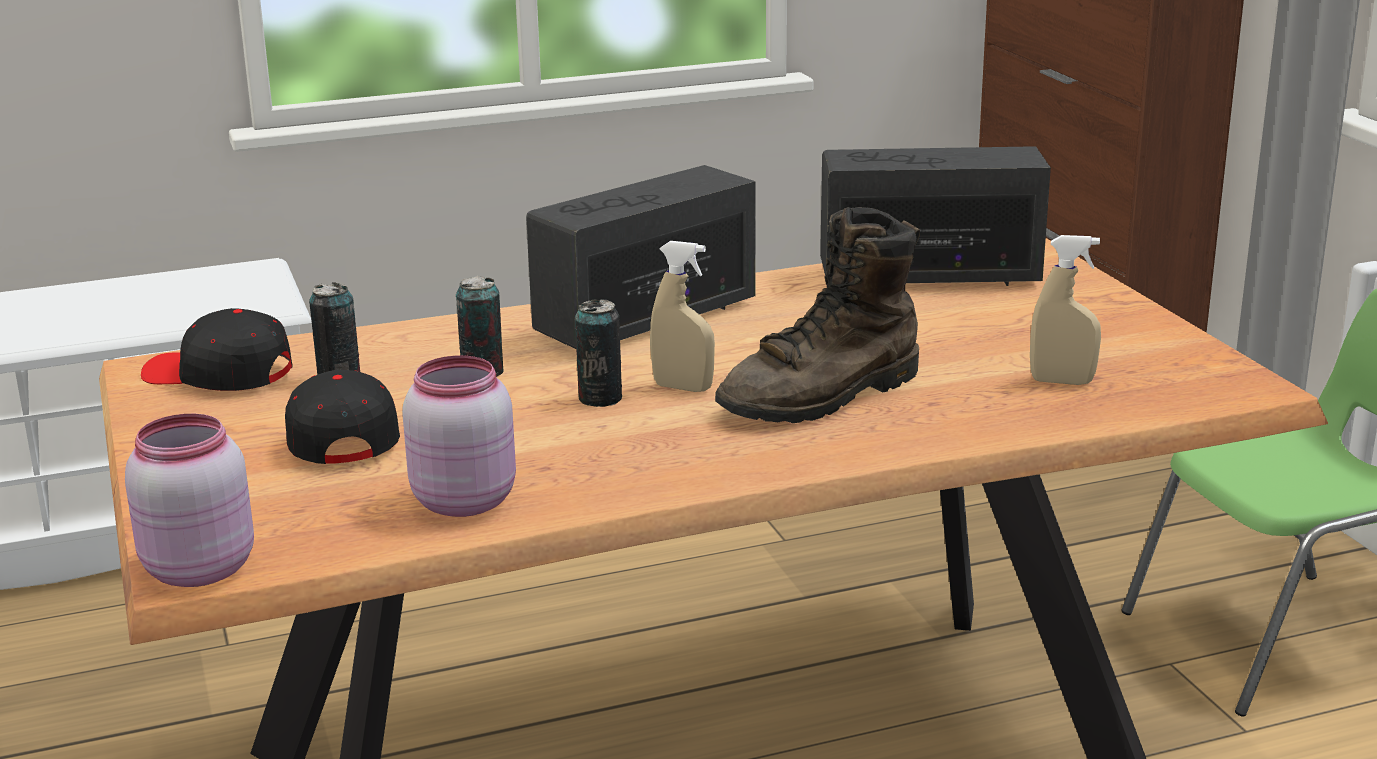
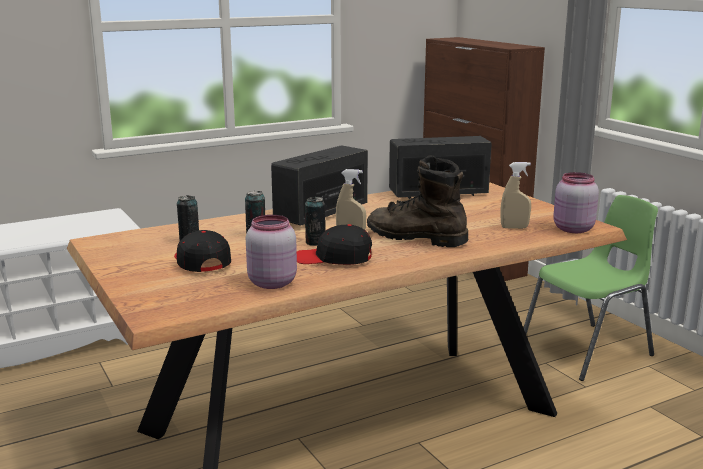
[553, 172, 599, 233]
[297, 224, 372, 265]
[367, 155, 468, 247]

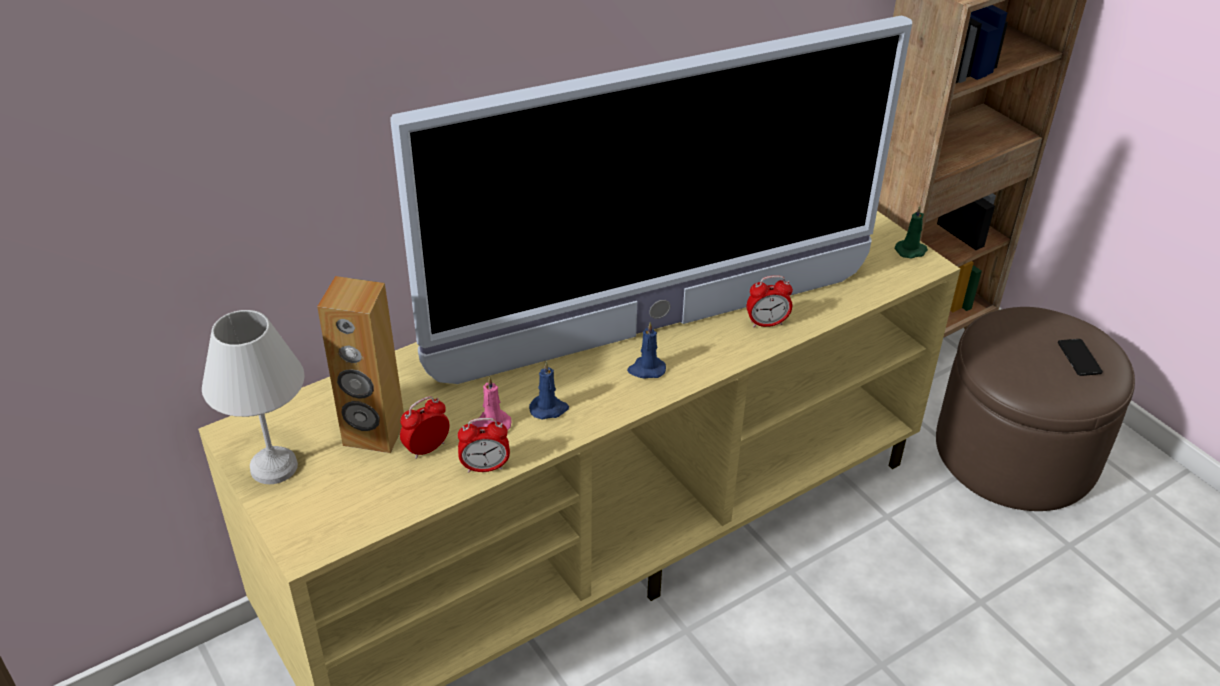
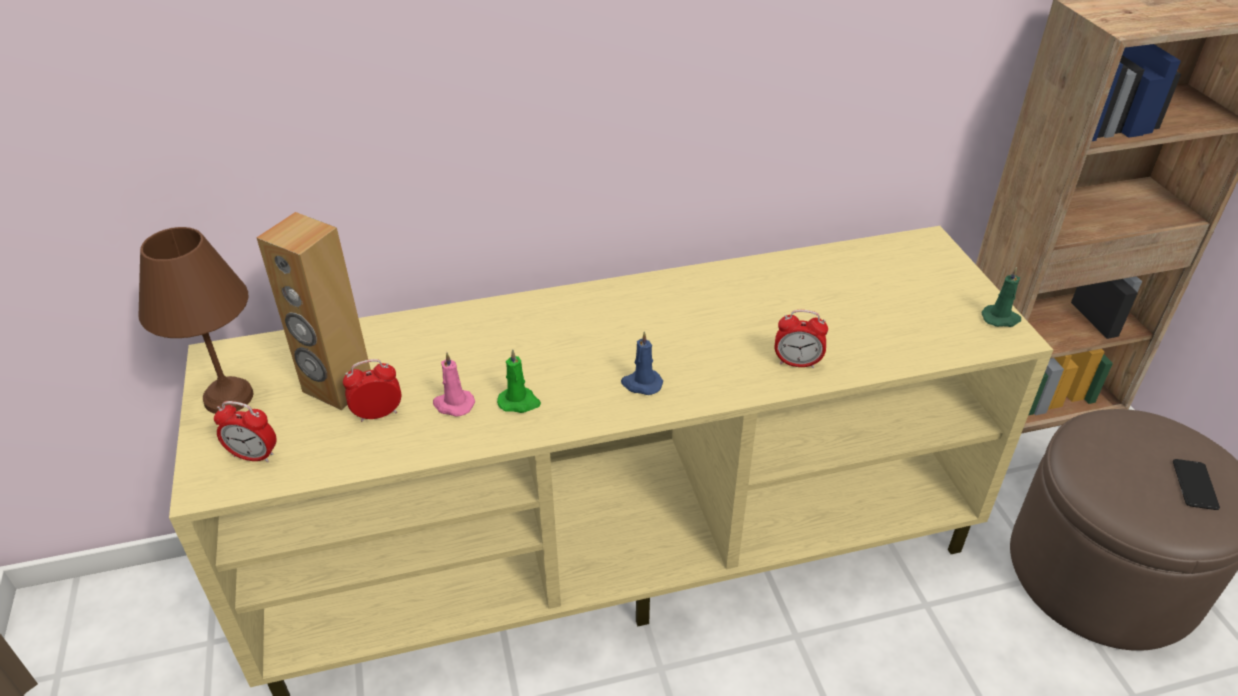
[390, 16, 912, 384] (first image)
[214, 401, 277, 463]
[139, 227, 253, 414]
[497, 349, 541, 413]

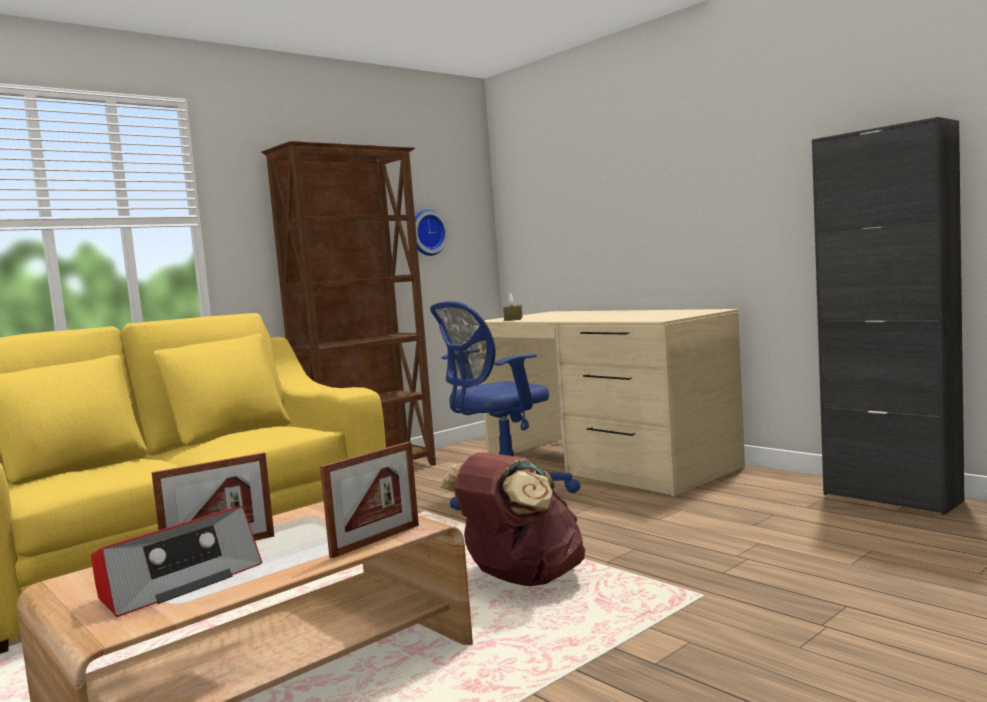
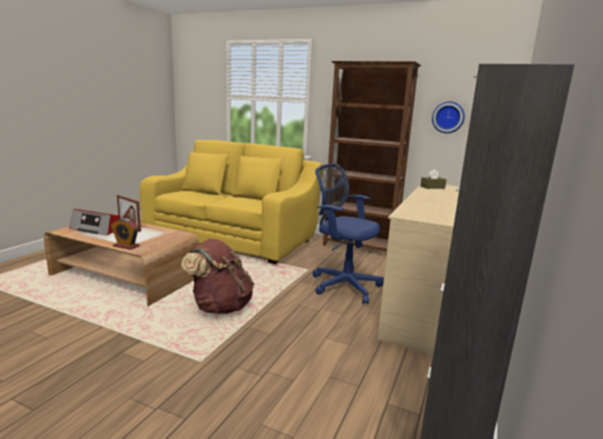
[111, 218, 139, 250]

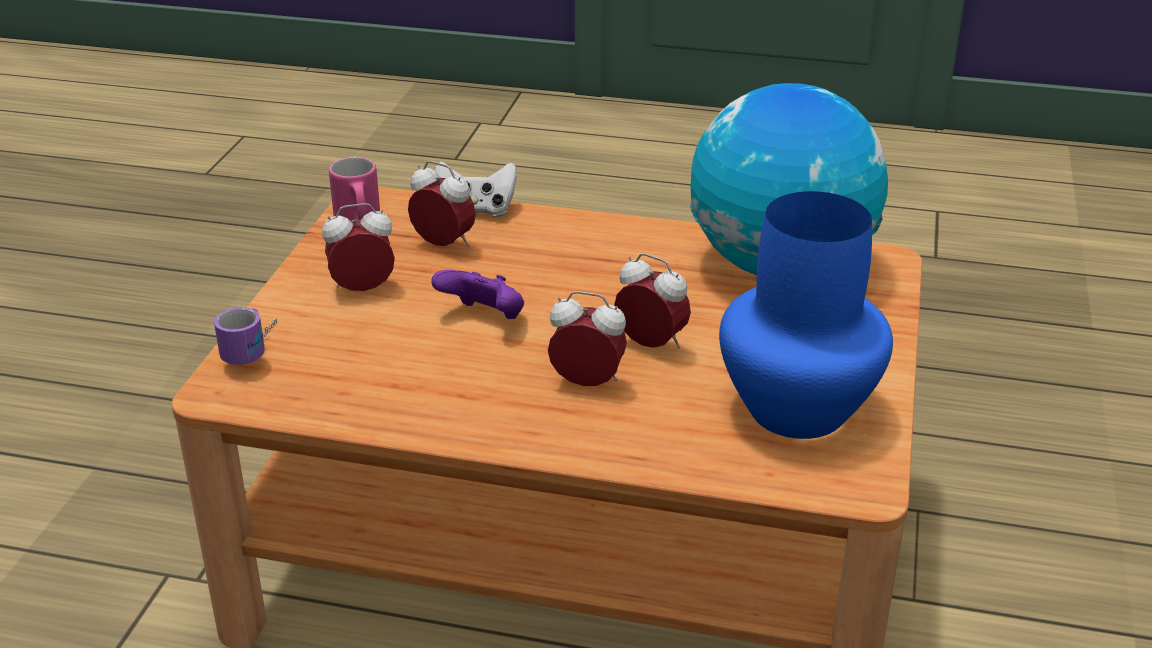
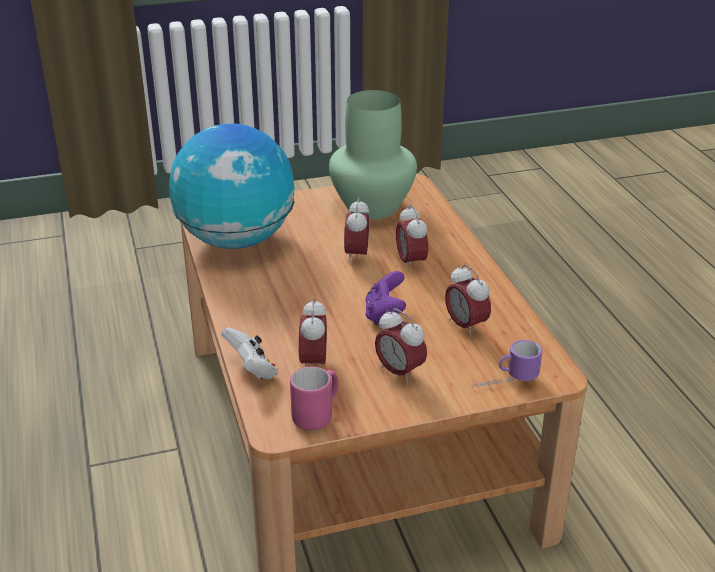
[445, 264, 491, 338]
[329, 90, 417, 219]

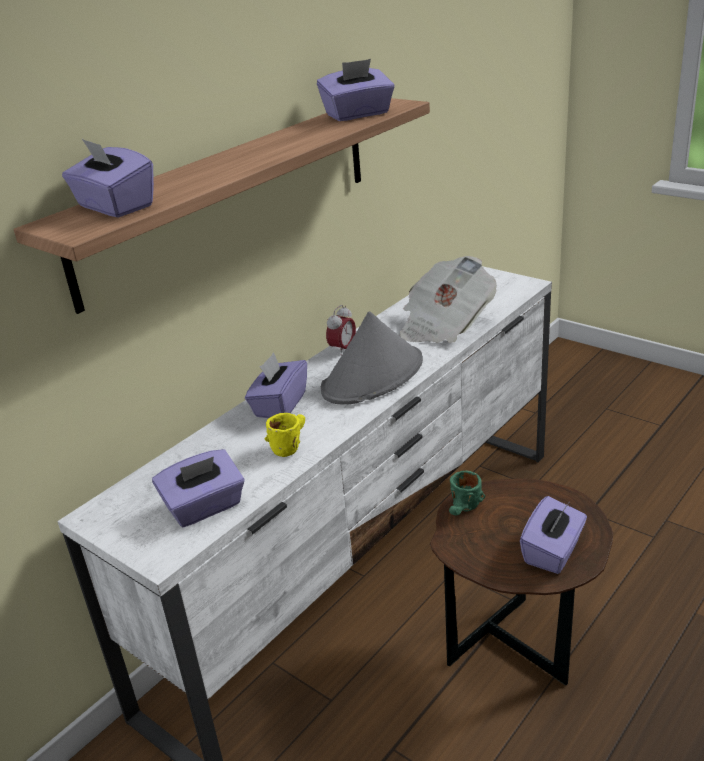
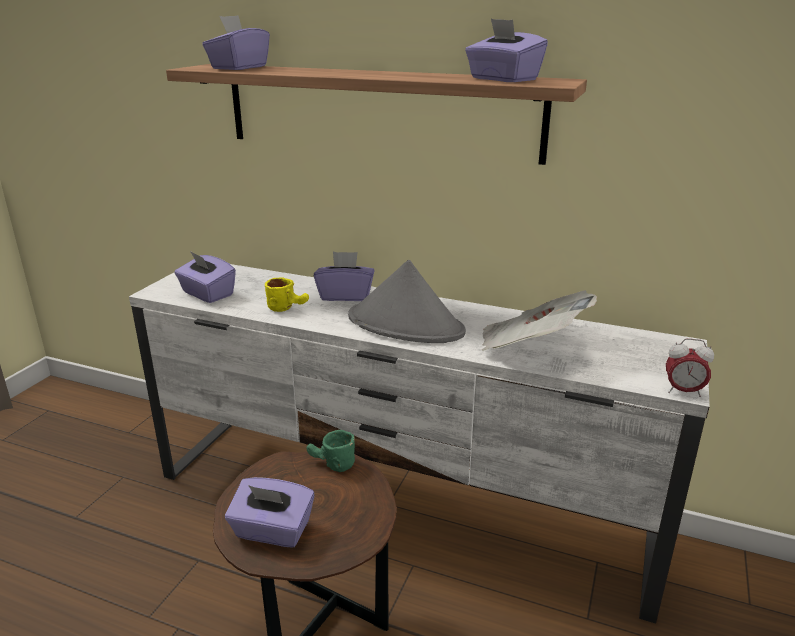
[666, 338, 714, 397]

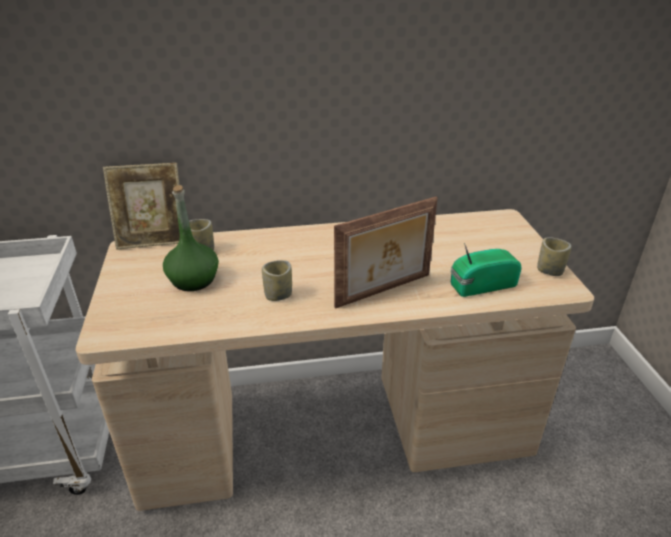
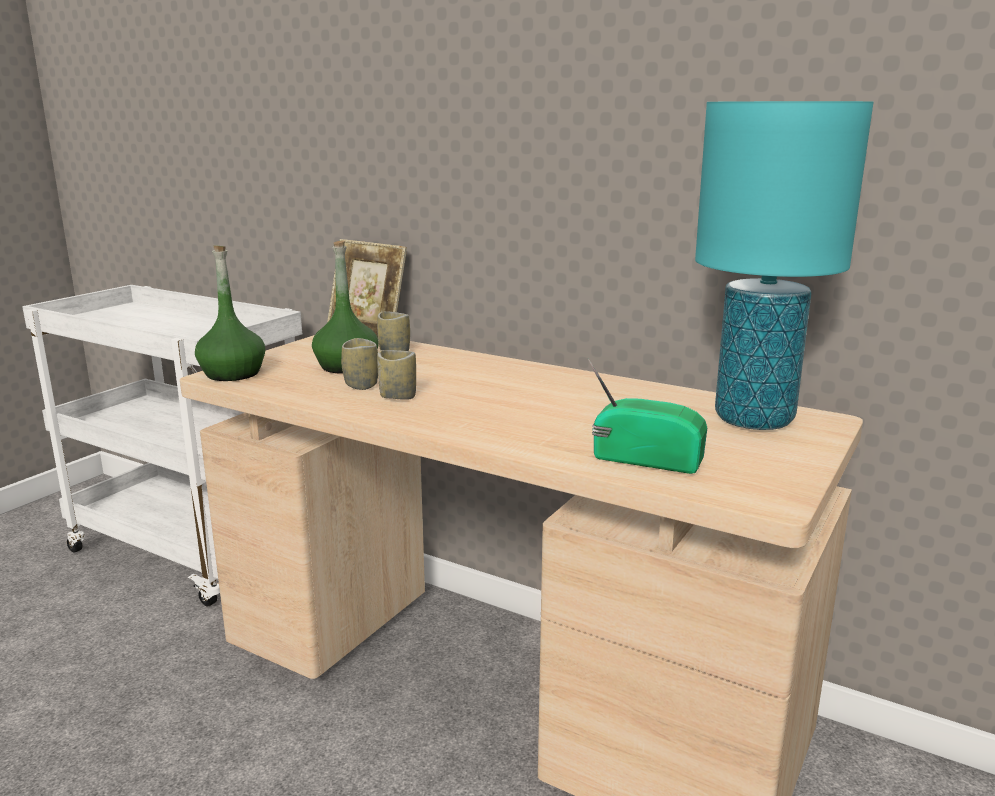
[334, 197, 438, 309] (first image)
[195, 245, 265, 381]
[695, 101, 874, 430]
[341, 338, 378, 390]

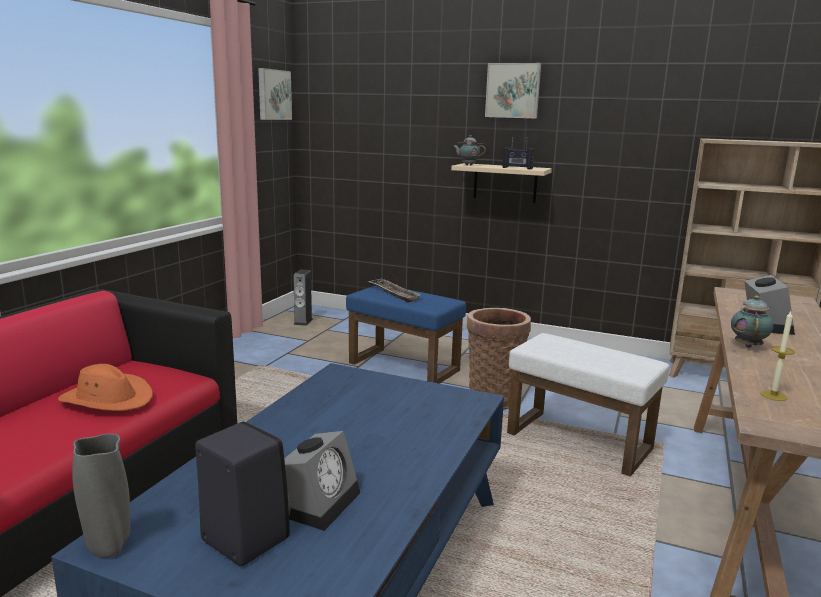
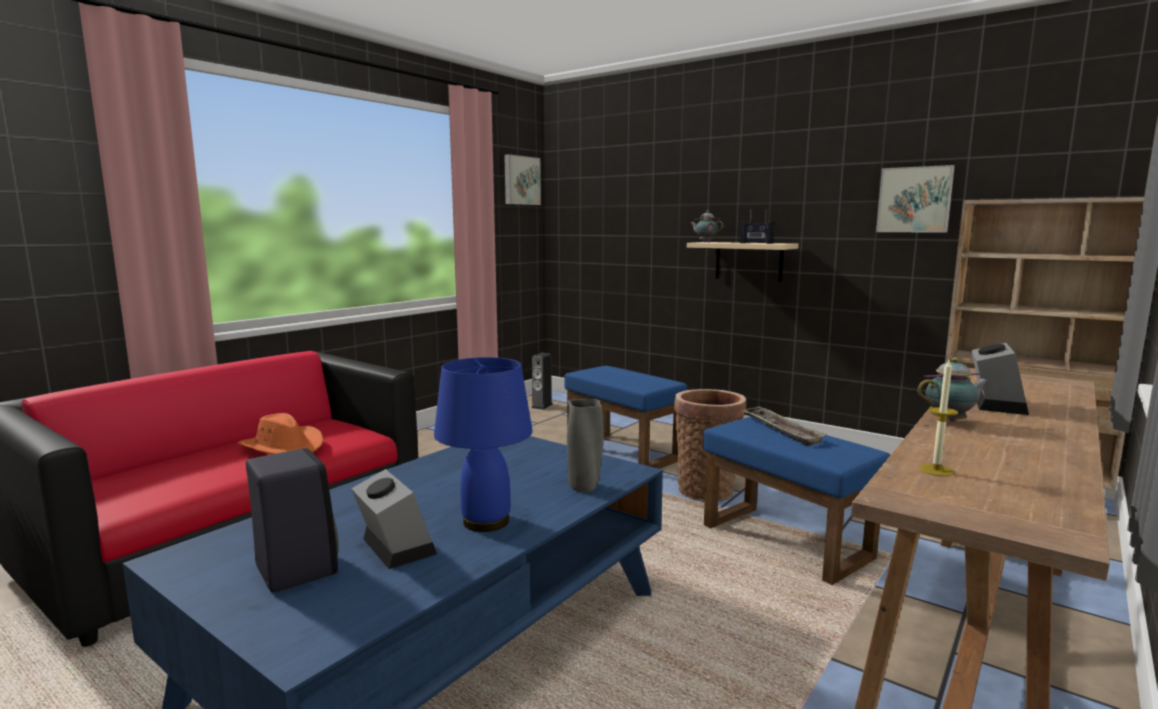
[434, 357, 532, 532]
[567, 399, 604, 493]
[741, 406, 827, 446]
[876, 165, 955, 233]
[703, 417, 890, 585]
[351, 469, 437, 569]
[917, 357, 989, 422]

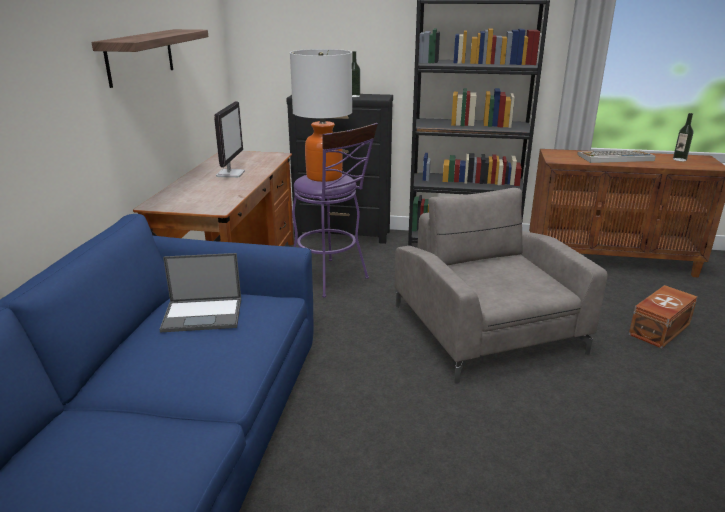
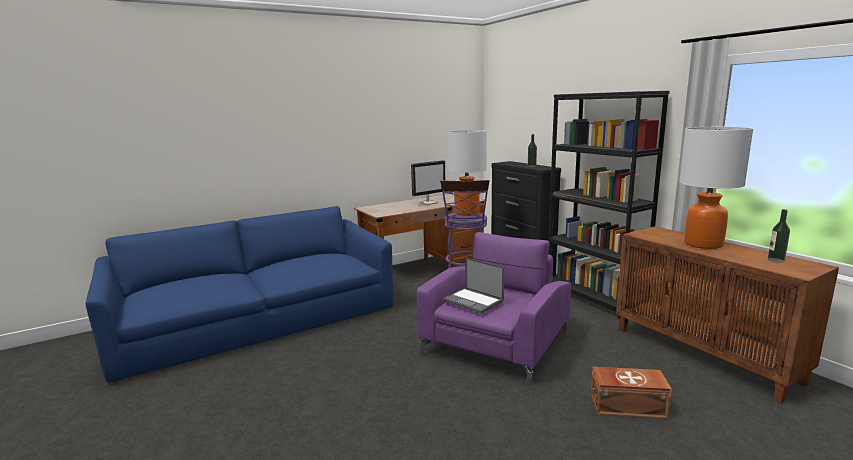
[92, 29, 208, 88] (first image)
[443, 258, 504, 314]
[679, 127, 753, 249]
[417, 232, 571, 387]

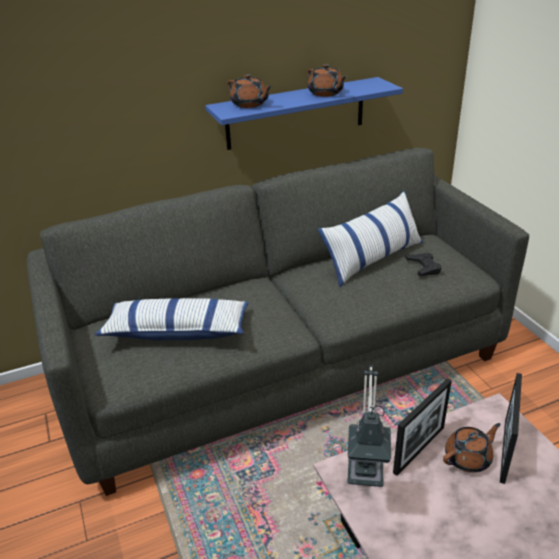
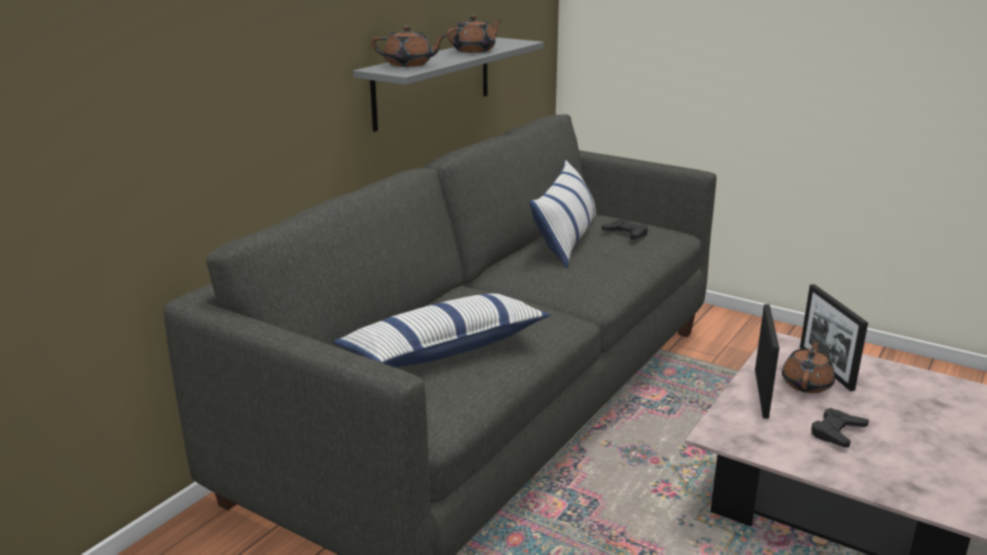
[347, 365, 391, 487] (first image)
[811, 408, 869, 448]
[353, 37, 544, 132]
[447, 15, 502, 53]

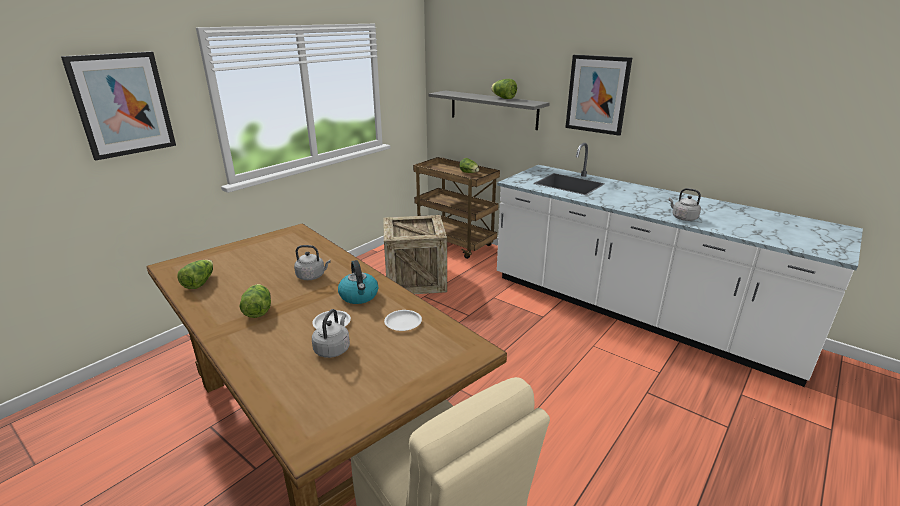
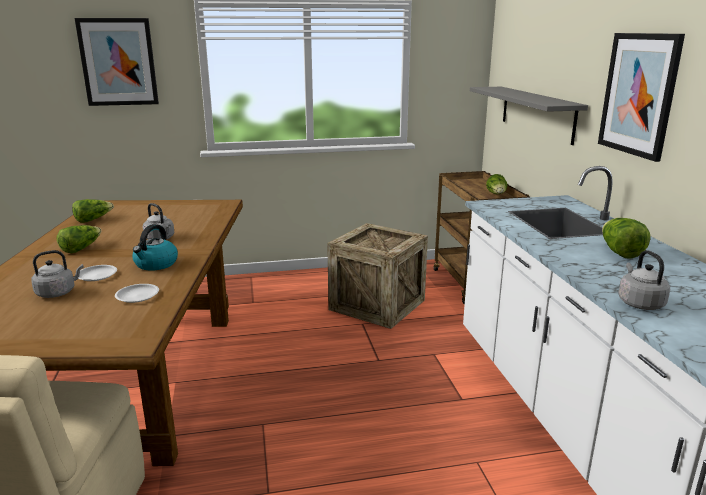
[602, 218, 650, 259]

